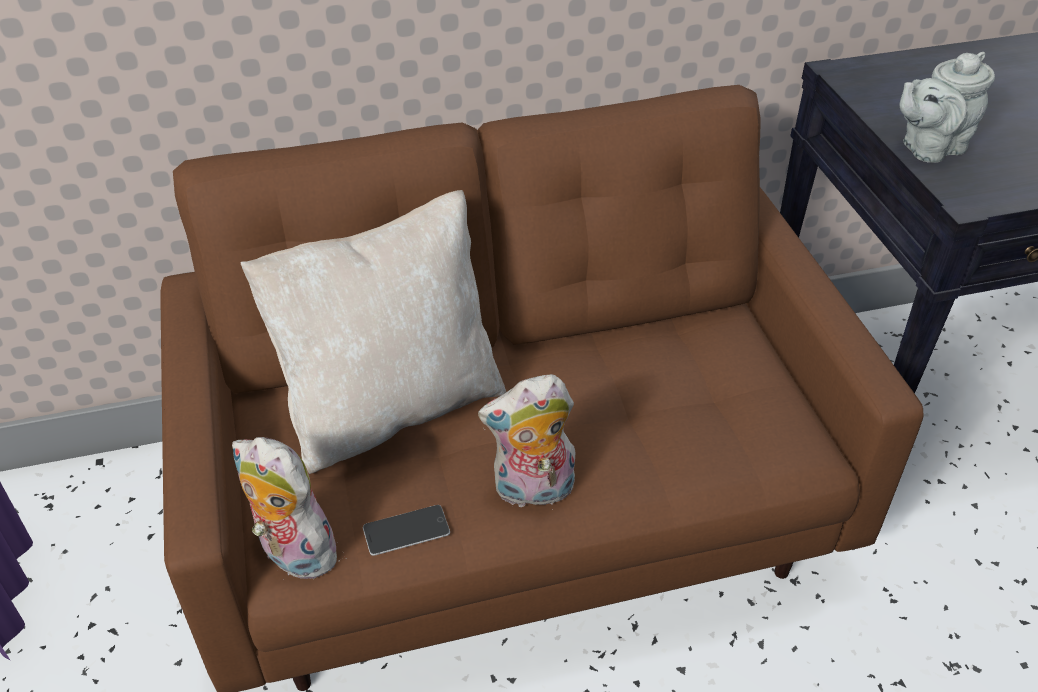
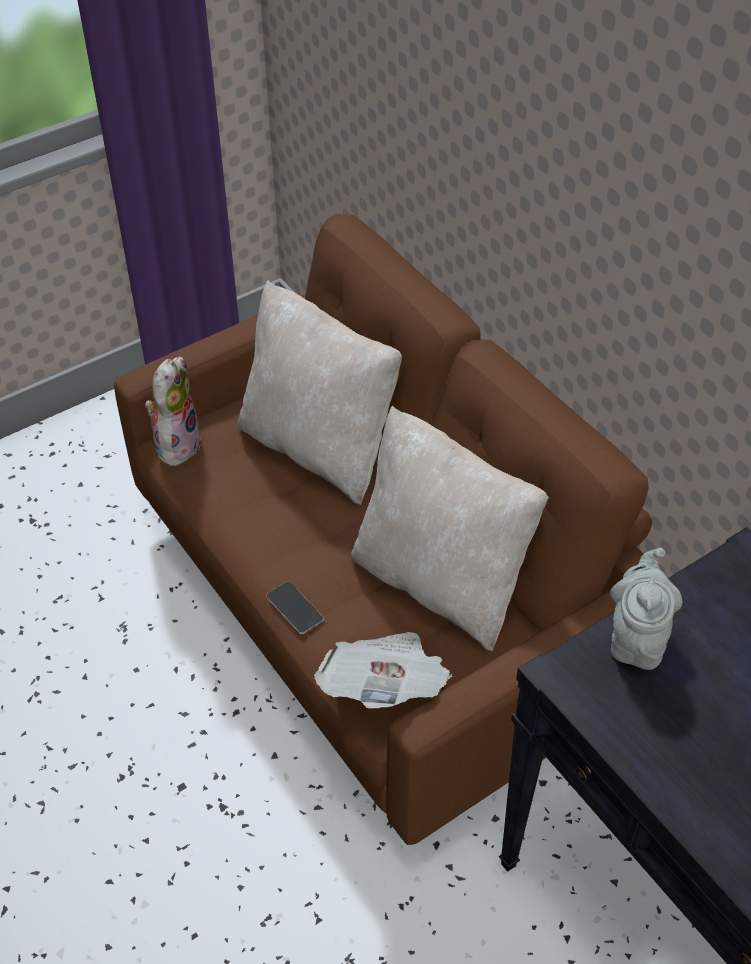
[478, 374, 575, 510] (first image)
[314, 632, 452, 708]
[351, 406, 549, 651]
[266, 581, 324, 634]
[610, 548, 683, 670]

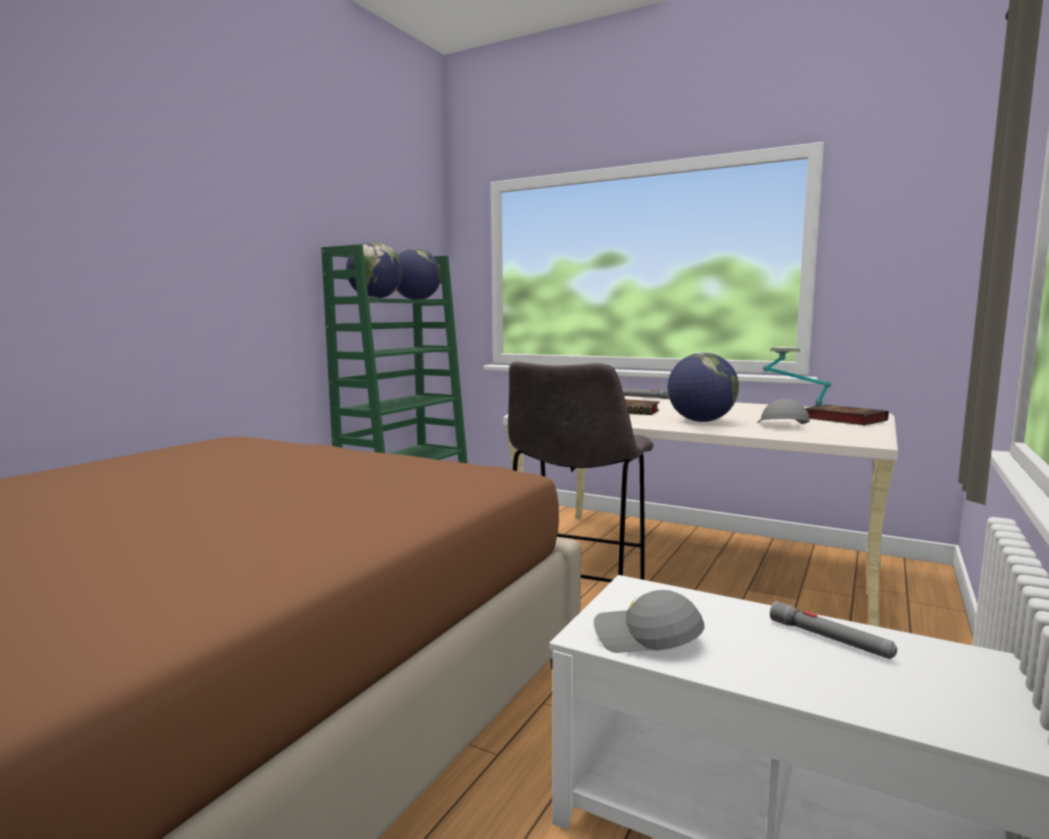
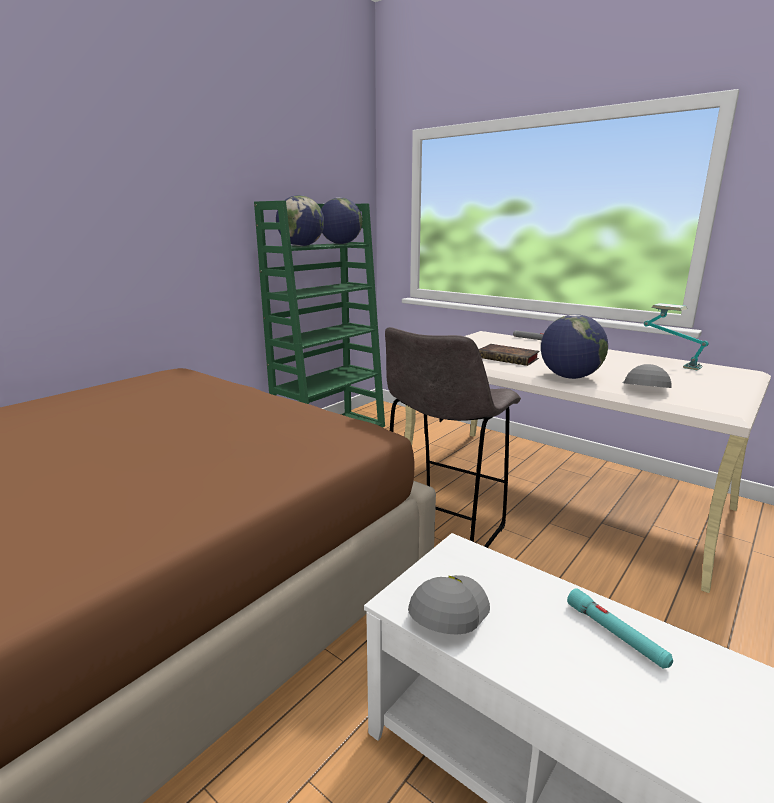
[805, 405, 889, 425] (first image)
[567, 588, 673, 668]
[408, 575, 490, 635]

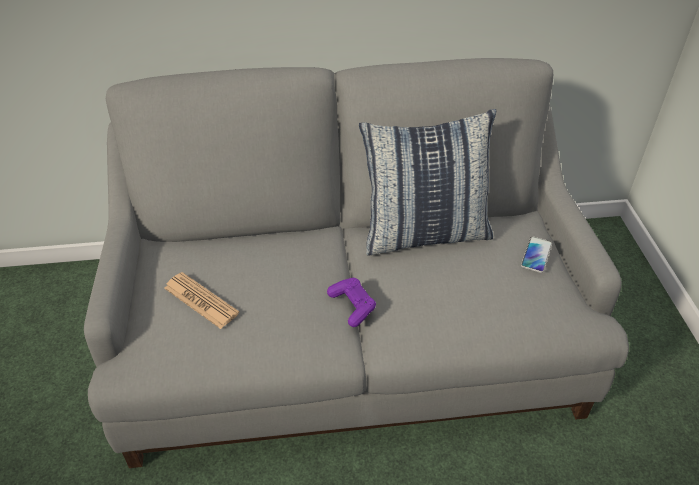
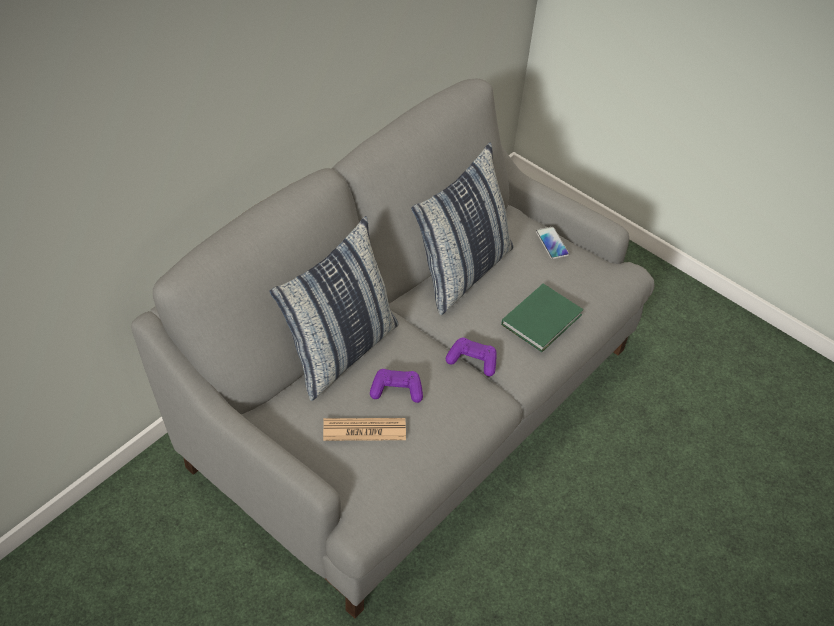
[270, 216, 398, 401]
[370, 369, 423, 403]
[501, 284, 583, 352]

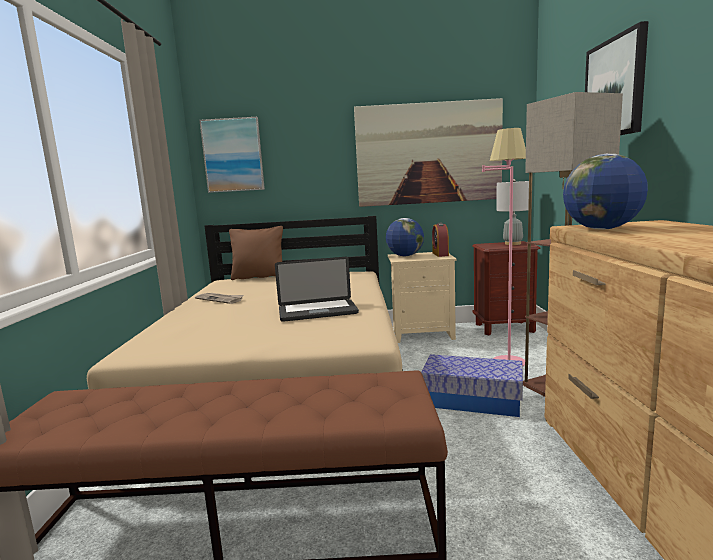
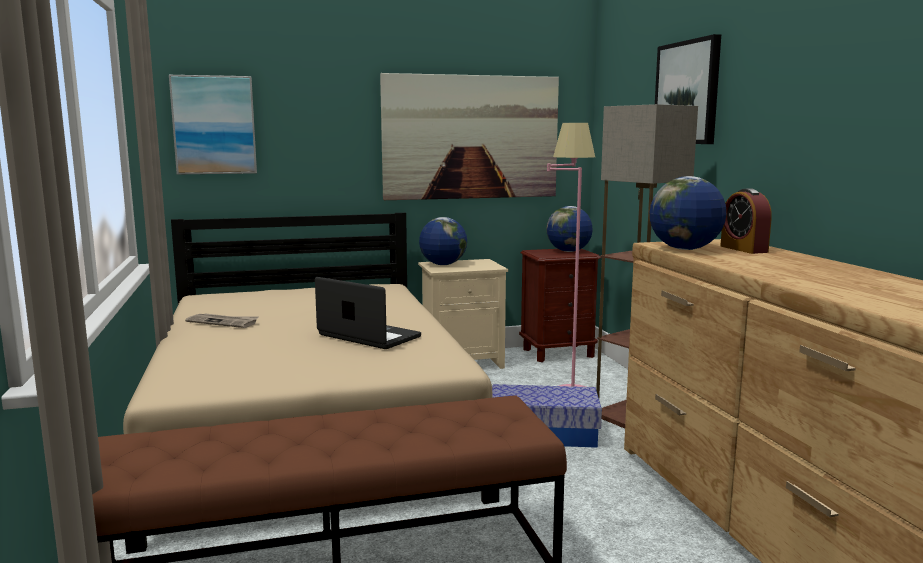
[229, 226, 283, 280] (first image)
[720, 188, 772, 254]
[546, 206, 592, 252]
[315, 277, 421, 349]

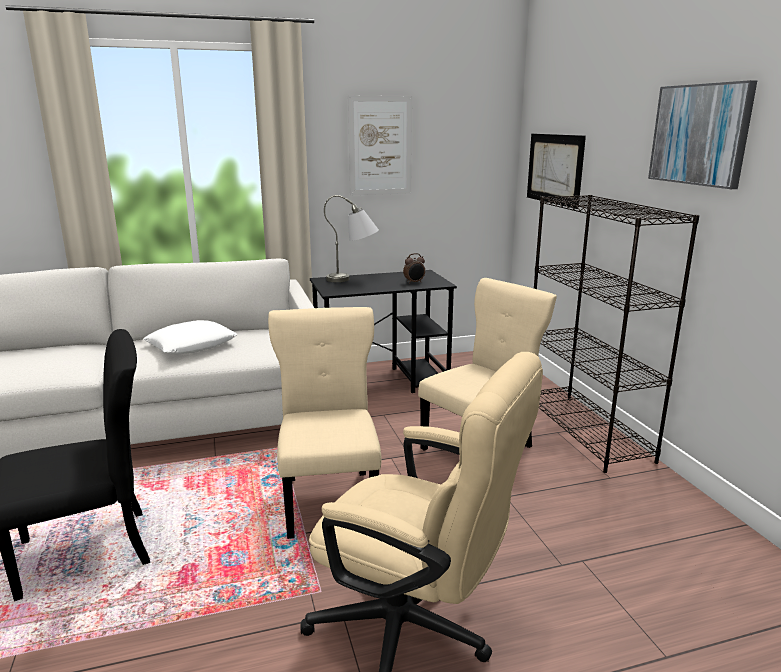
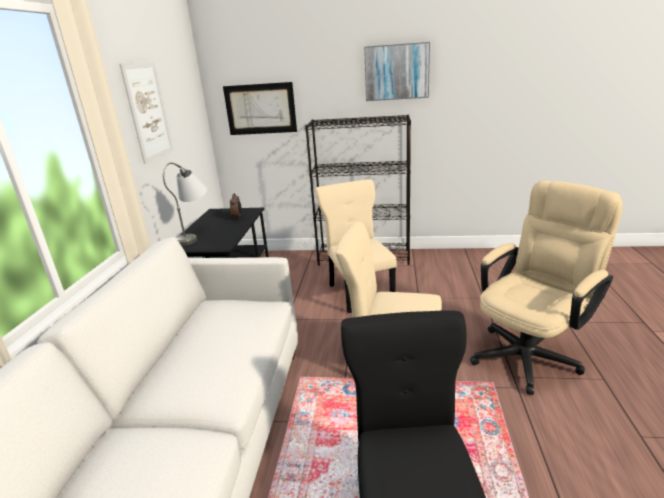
[143, 320, 237, 354] (first image)

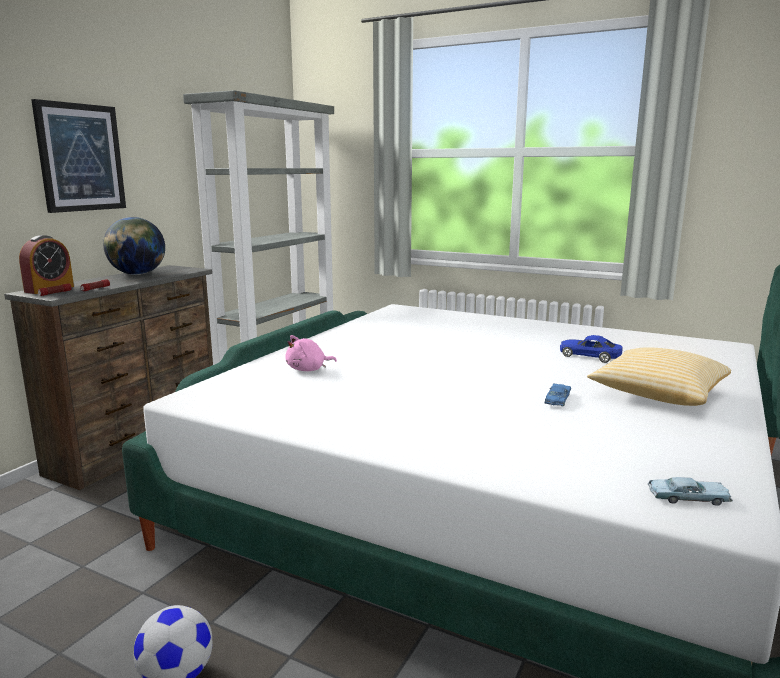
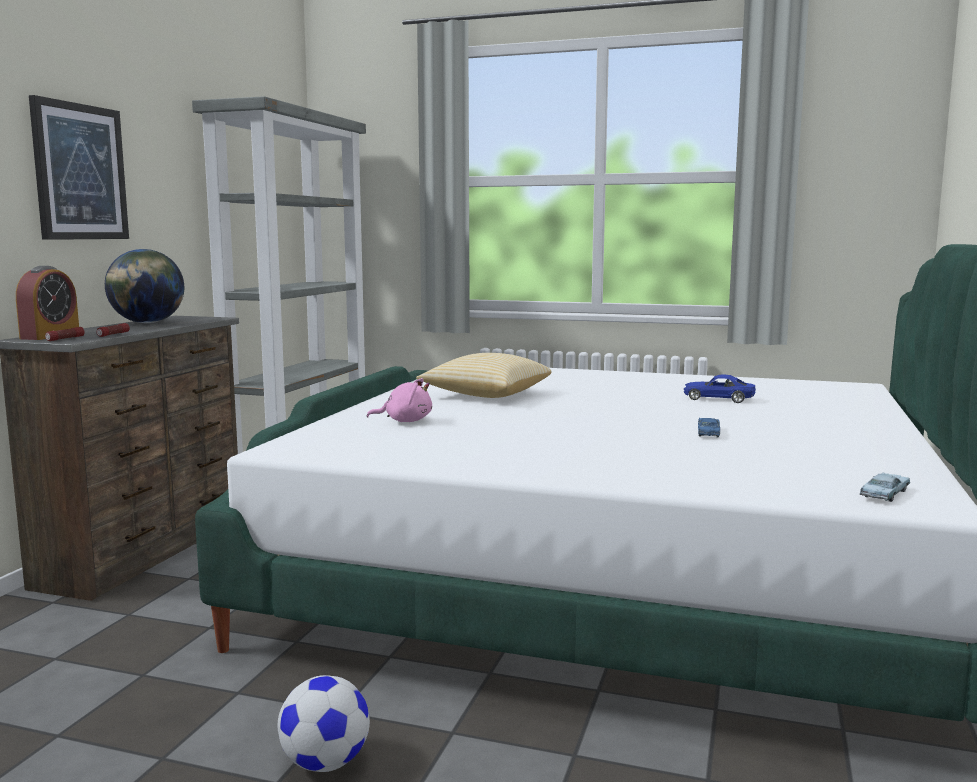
[416, 353, 551, 398]
[367, 378, 432, 422]
[860, 472, 910, 502]

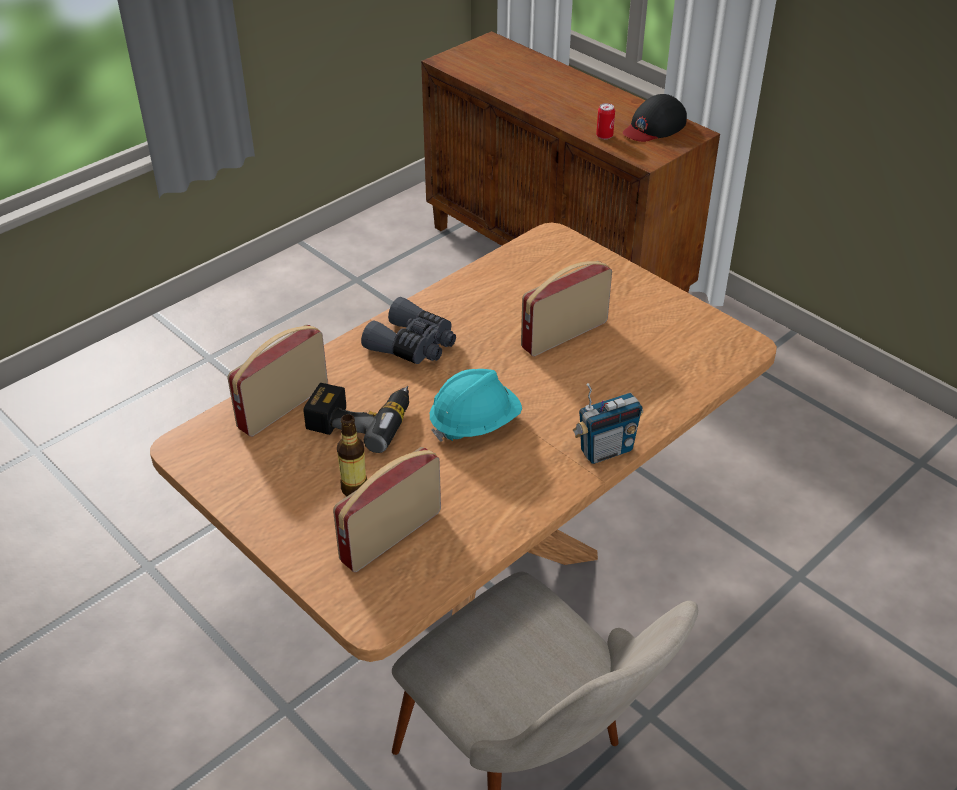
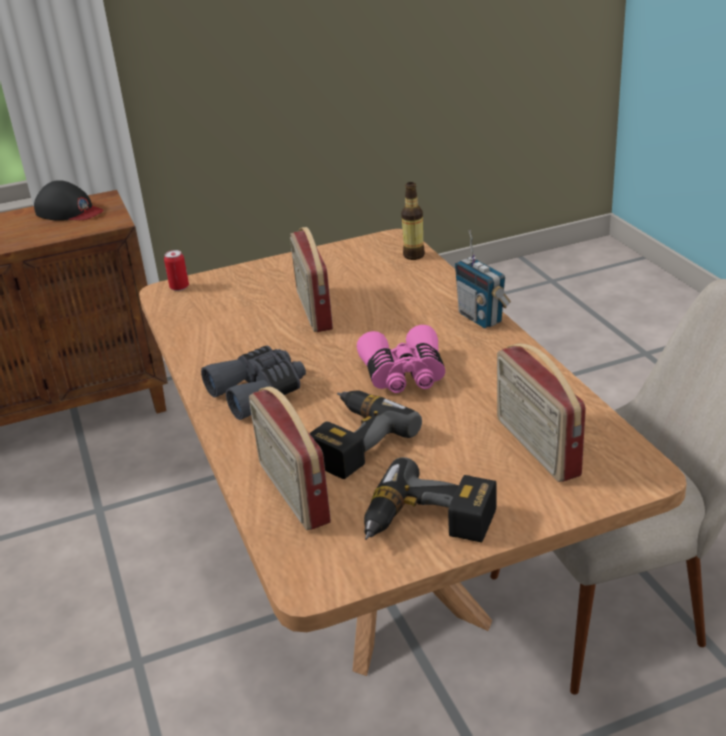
[364, 457, 496, 543]
[401, 182, 425, 260]
[164, 250, 189, 291]
[357, 325, 445, 393]
[455, 230, 511, 328]
[34, 180, 103, 221]

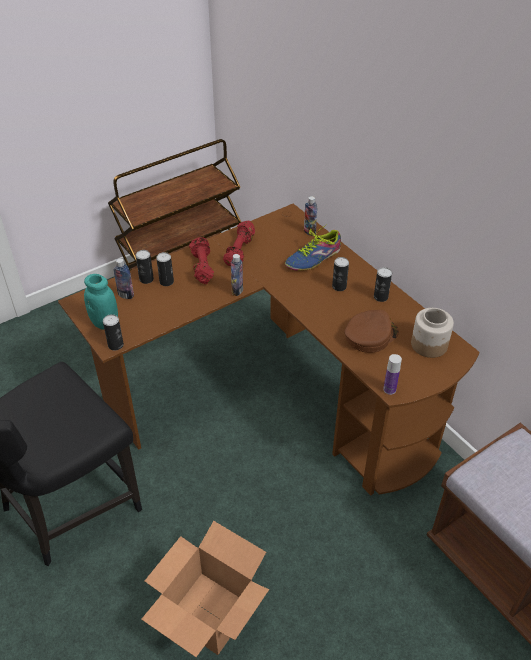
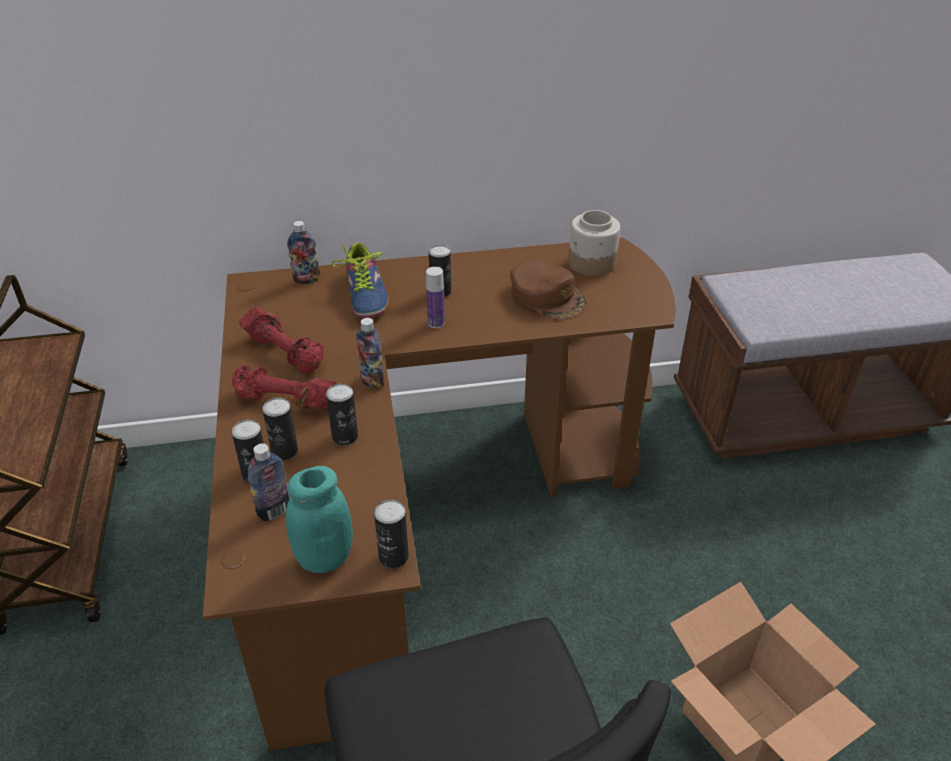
[326, 384, 358, 445]
[426, 267, 445, 328]
[510, 261, 587, 320]

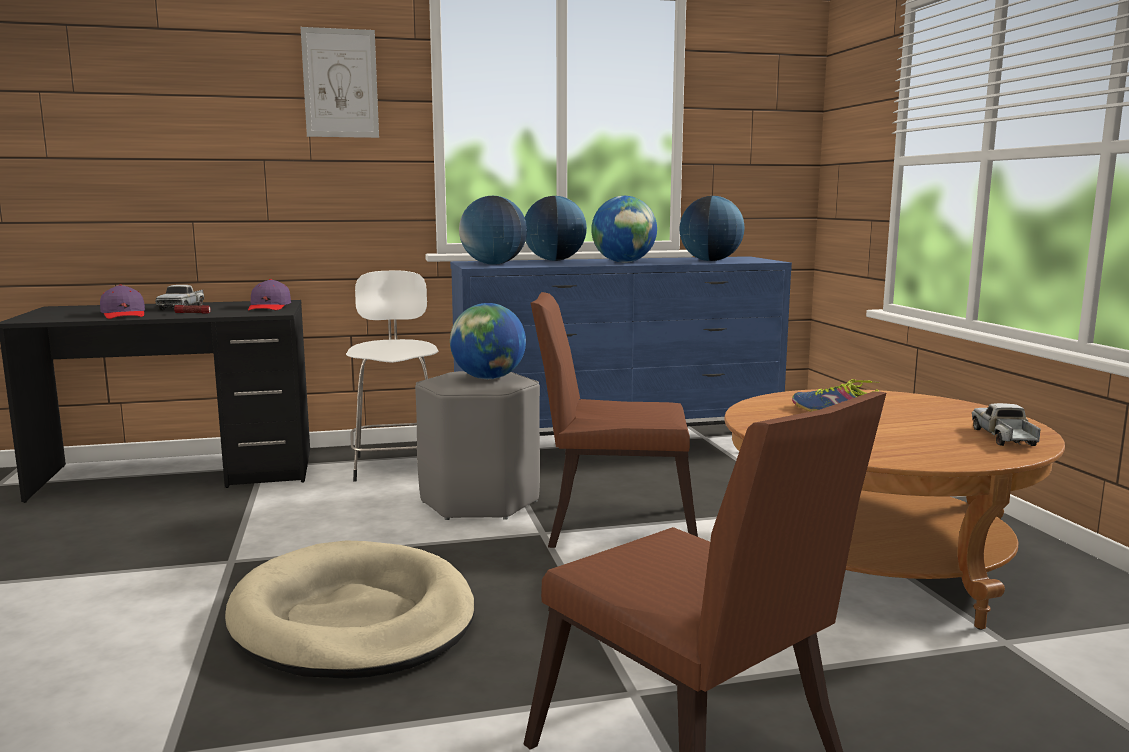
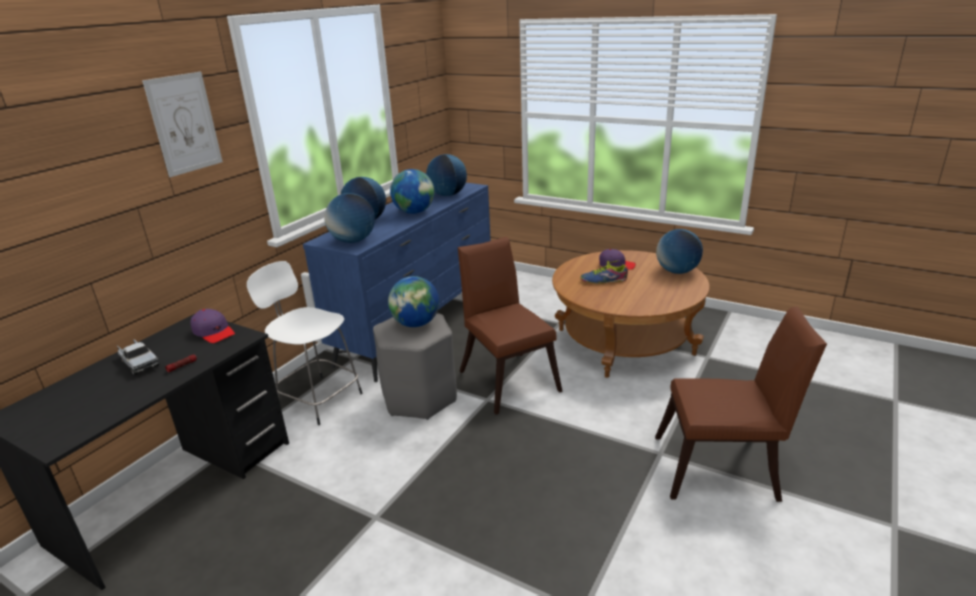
[225, 541, 475, 679] (first image)
[599, 249, 636, 270]
[656, 229, 703, 274]
[458, 236, 563, 415]

